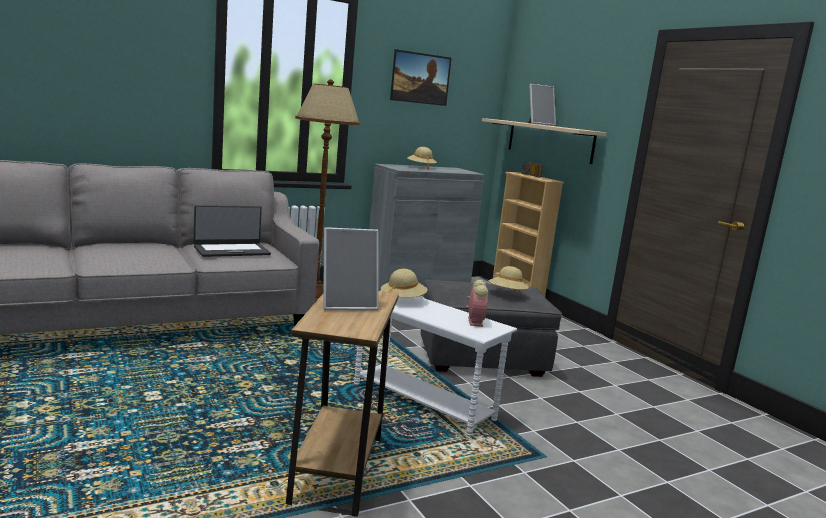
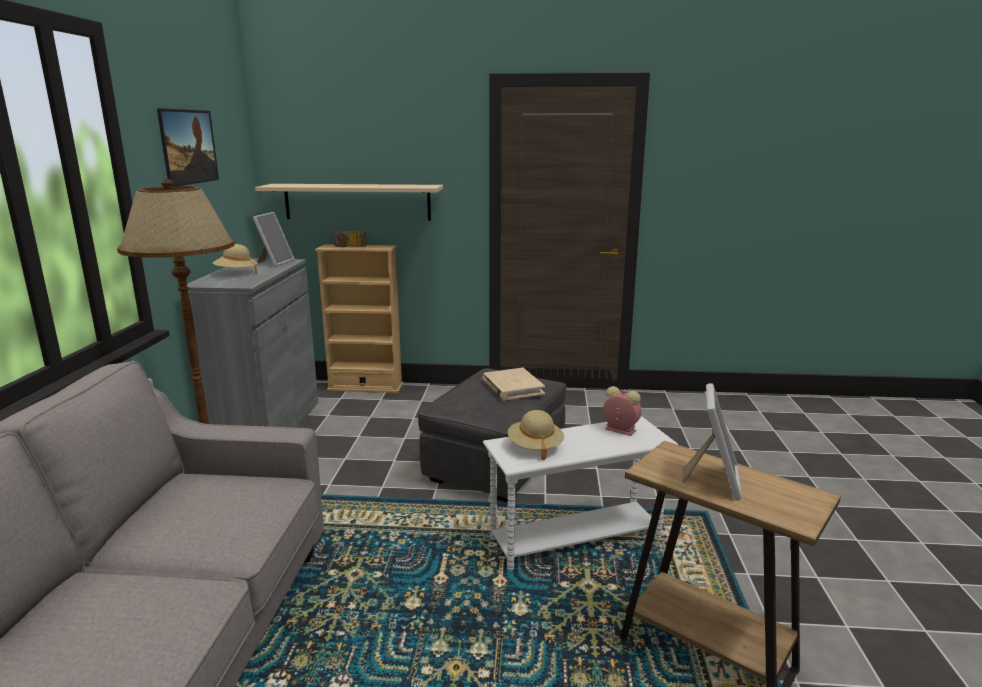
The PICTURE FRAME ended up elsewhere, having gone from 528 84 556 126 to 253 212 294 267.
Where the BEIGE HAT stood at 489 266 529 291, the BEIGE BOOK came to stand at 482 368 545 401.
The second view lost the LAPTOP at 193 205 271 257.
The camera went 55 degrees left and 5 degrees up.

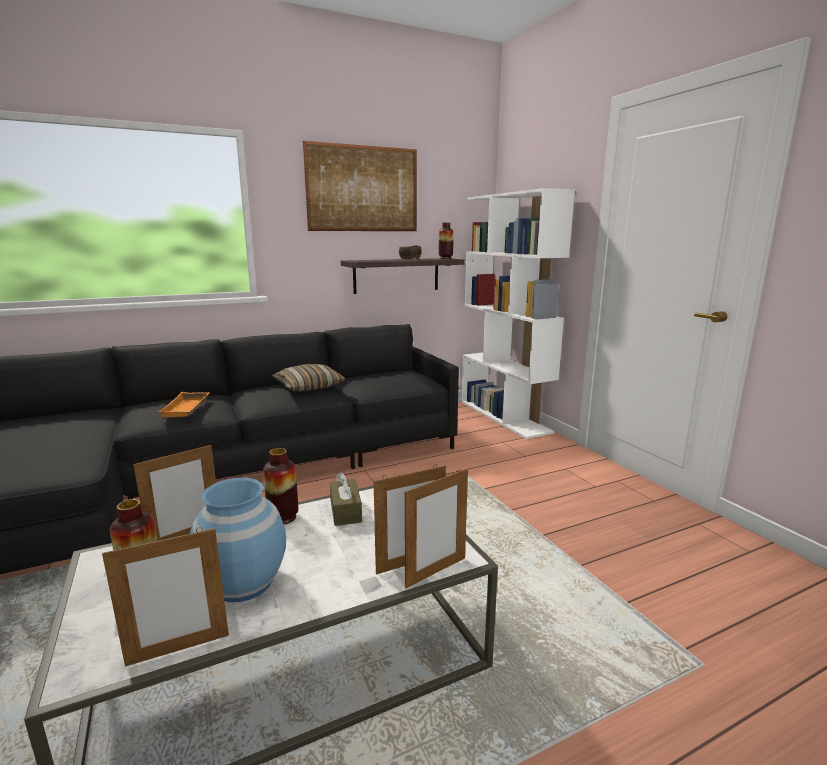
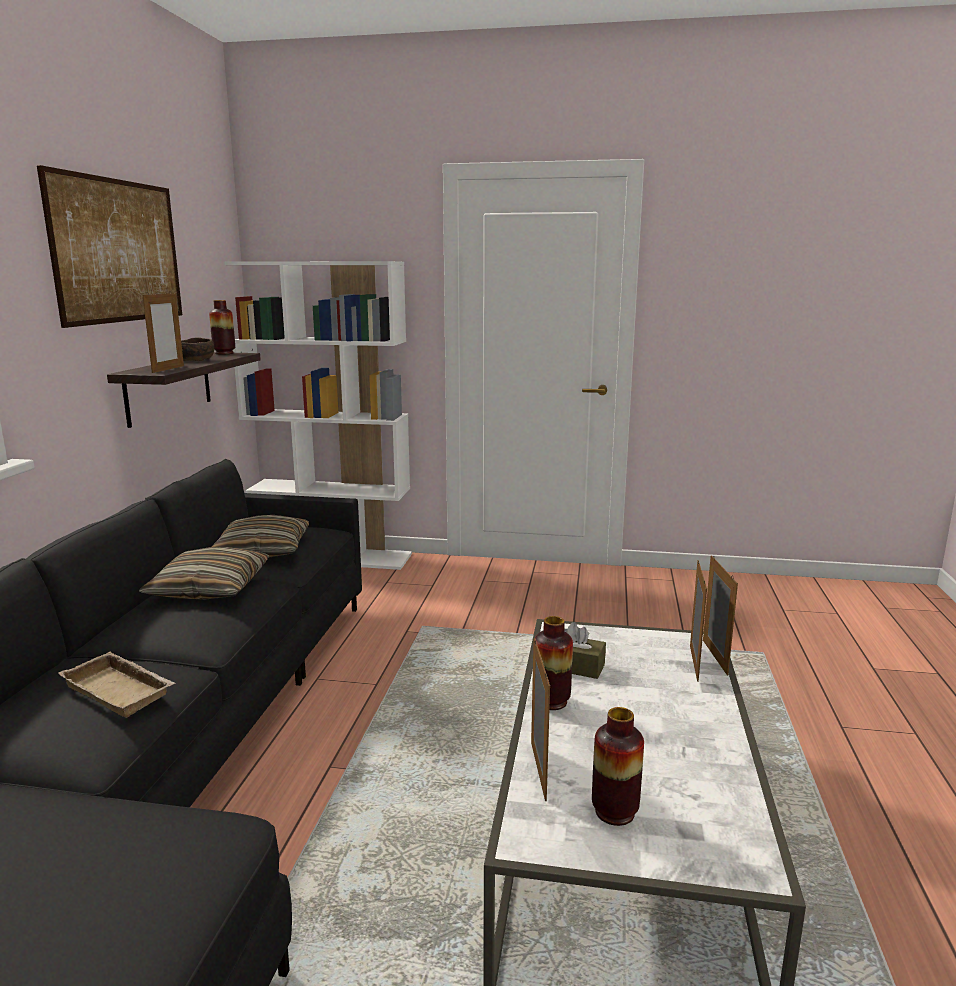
What was the ORANGE TRAY at 158 392 210 418 turned into the BEIGE TRAY at 58 652 175 718.
The PICTURE FRAME ended up elsewhere, having gone from 102 527 229 667 to 143 292 184 373.
The second view gained the PILLOW at 212 515 309 558.
The second view lost the BLUE VASE at 190 478 286 602.
The camera went 55 degrees left and 0 degrees up.

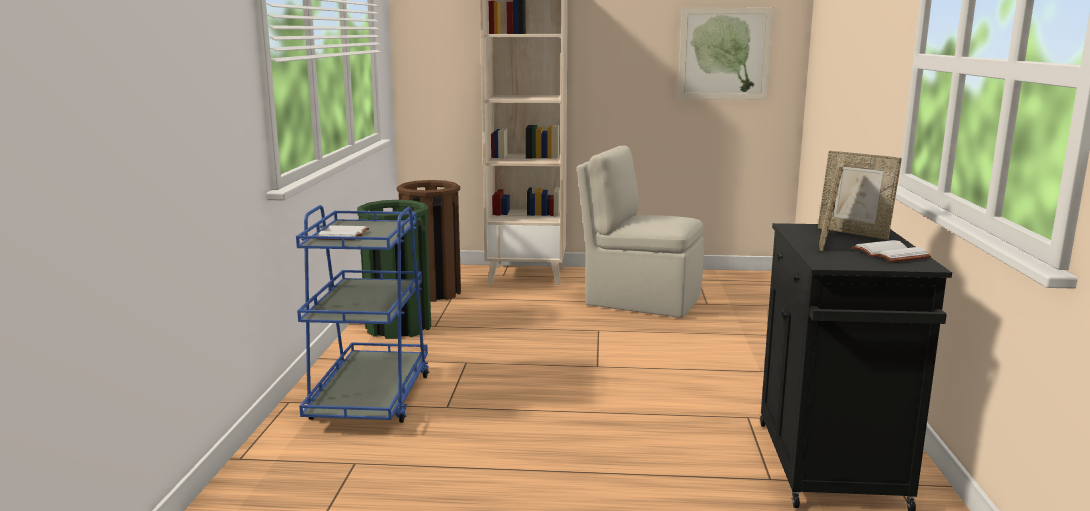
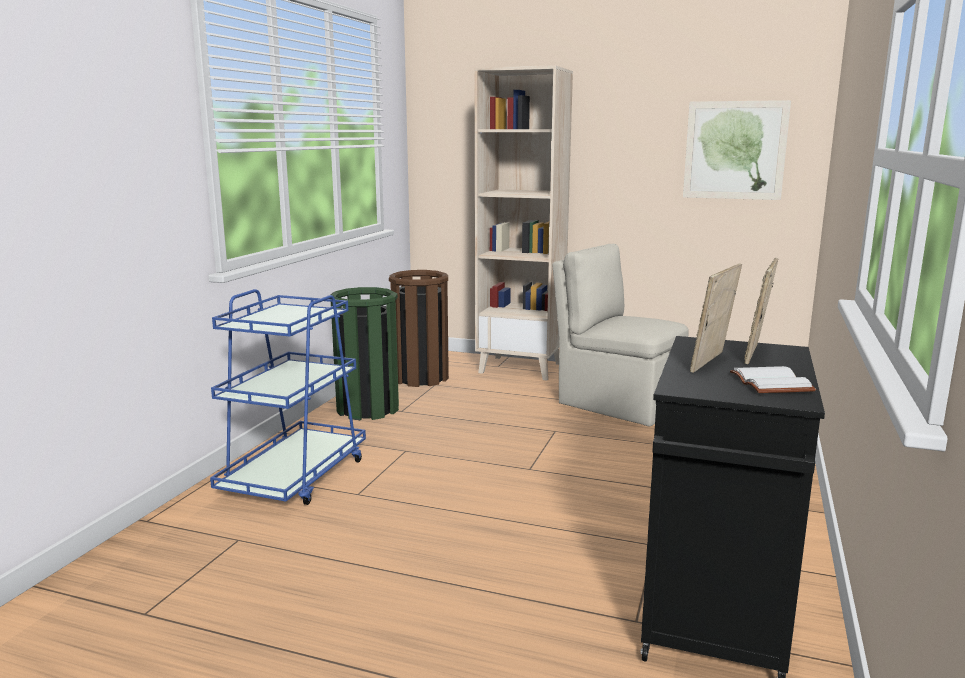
The PICTURE FRAME at 818 151 902 240 ended up facing another way, 60 degrees clockwise from before.
The second view lost the WHITE BOOK at 318 225 369 240.
The camera went 15 degrees right and 0 degrees up.

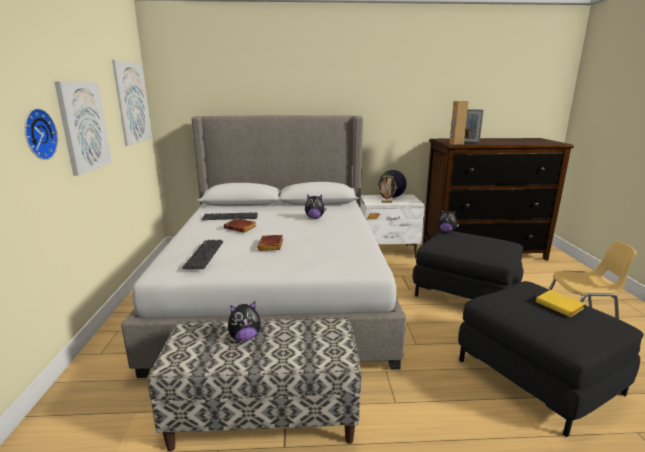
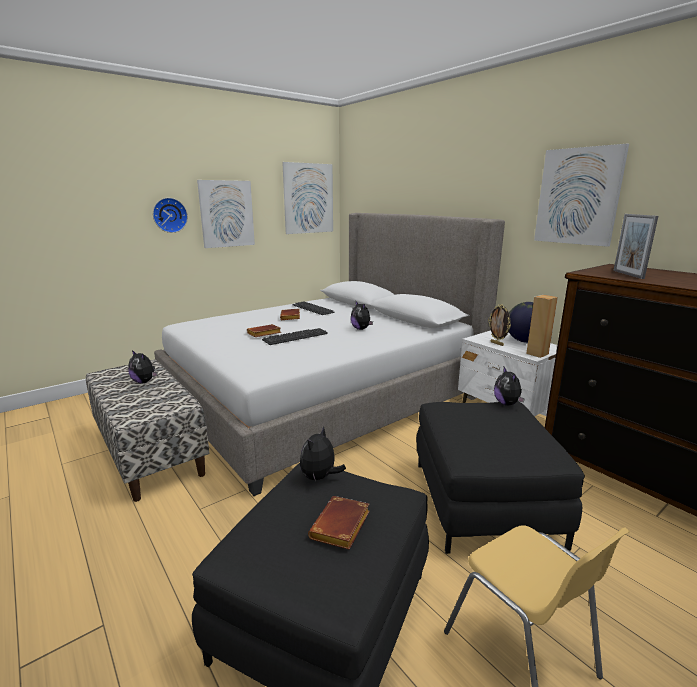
The KEYBOARD ended up elsewhere, having gone from 182 240 223 269 to 262 328 328 345.
The second view gained the PLUSH TOY at 300 426 346 481.
What was the YELLOW BOOK at 536 290 585 317 turned into the BROWN BOOK at 308 496 370 550.
The BROWN SPEAKER ended up elsewhere, having gone from 450 101 469 145 to 526 295 558 358.
The second view gained the PICTURE at 534 144 629 247.
The camera went 55 degrees right and 0 degrees up.

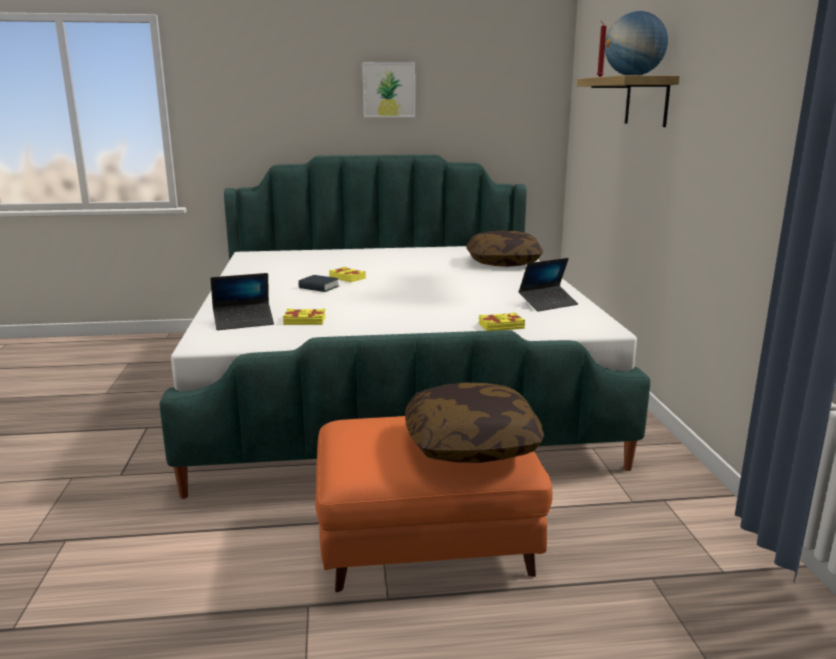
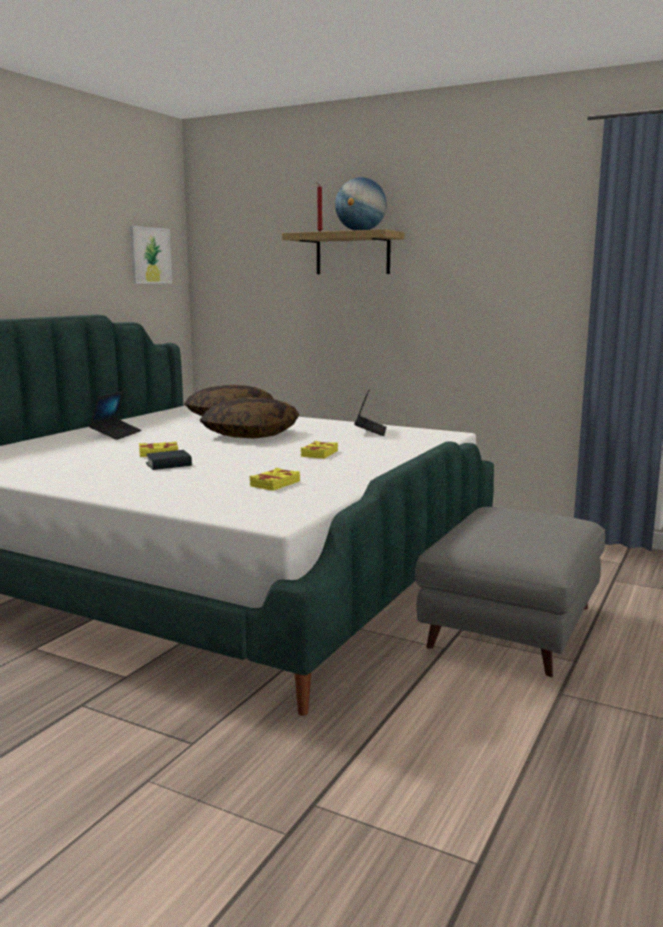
The LAPTOP ended up elsewhere, having gone from 211 273 274 330 to 89 391 142 440.
The PICTURE ended up elsewhere, having gone from 362 62 415 117 to 130 226 172 283.
The PILLOW ended up elsewhere, having gone from 405 383 544 463 to 200 397 300 439.
The YELLOW BOOK ended up elsewhere, having gone from 479 312 525 331 to 300 441 338 459.
What was the ORANGE OTTOMAN at 315 416 553 592 turned into the GREY OTTOMAN at 415 507 605 677.
The camera went 55 degrees left and 5 degrees down.

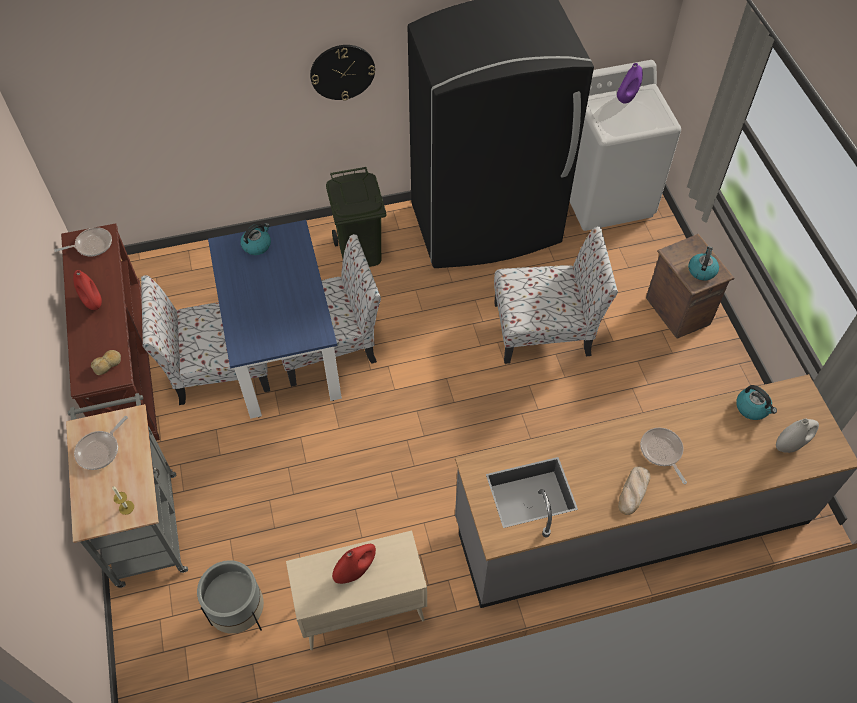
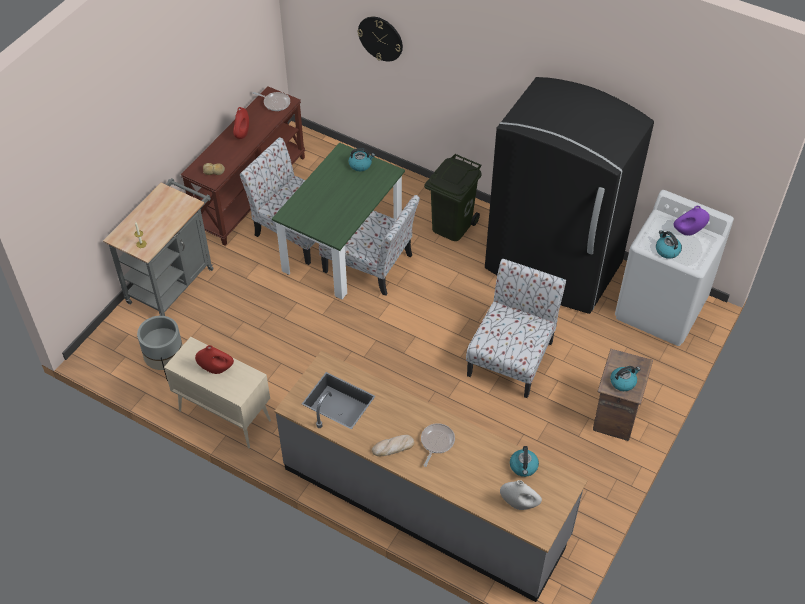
What was the BLUE DINING TABLE at 208 220 342 419 turned into the GREEN DINING TABLE at 272 142 405 299.
The WALL CLOCK ended up elsewhere, having gone from 310 45 375 101 to 357 17 403 61.
The CHAIR at 494 226 618 364 ended up facing another way, 105 degrees counterclockwise from before.
The second view gained the KETTLE at 656 230 682 259.
The second view lost the FRYING PAN at 74 416 128 470.
The camera went 45 degrees right and 5 degrees down.

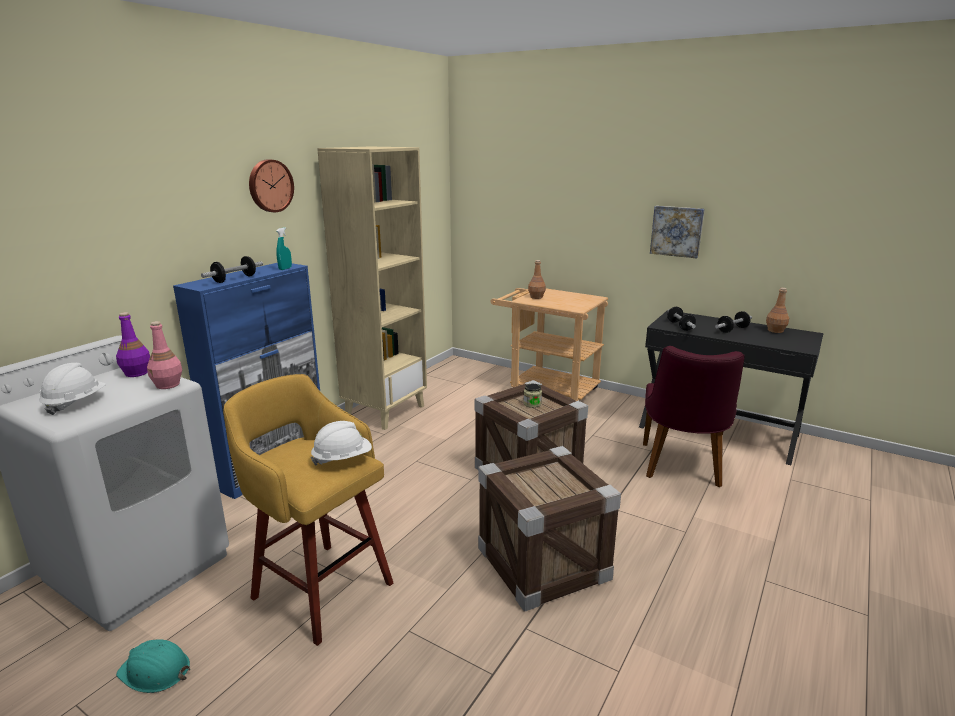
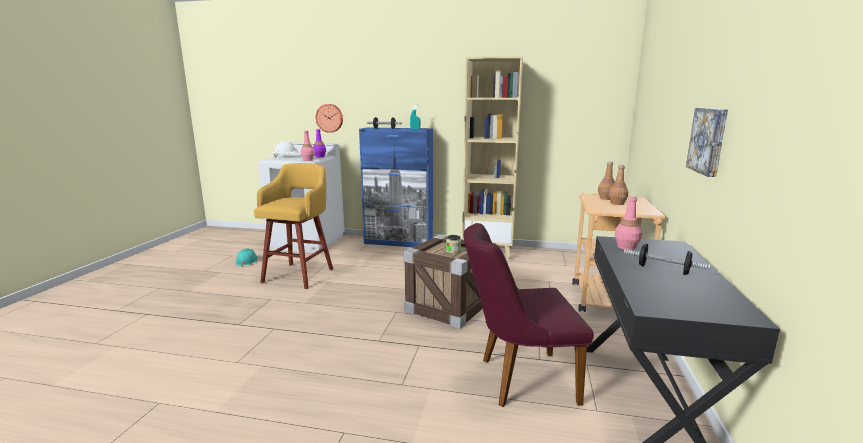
The WALL CLOCK ended up elsewhere, having gone from 249 160 294 212 to 316 104 343 133.
The BROWN BOTTLE ended up elsewhere, having gone from 766 288 789 333 to 608 165 628 205.
Where the DUMBBELL stood at 667 307 696 331, the PINK BOTTLE came to stand at 615 195 642 250.
The second view lost the WHITE HARD HAT at 311 421 372 465.
The second view lost the CRATE at 478 446 621 612.
The camera went 70 degrees right and 5 degrees down.

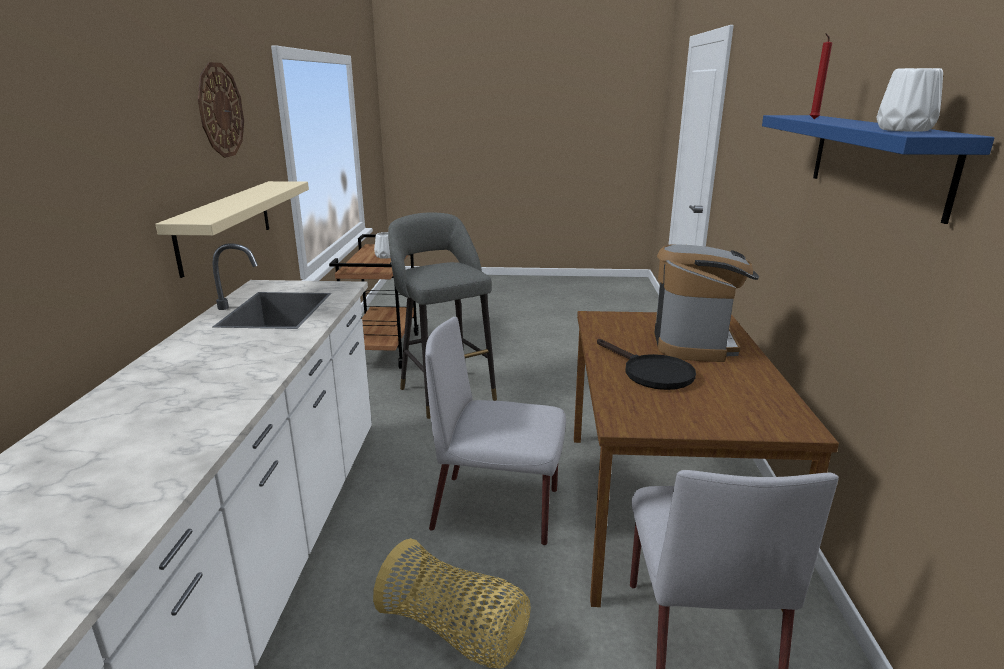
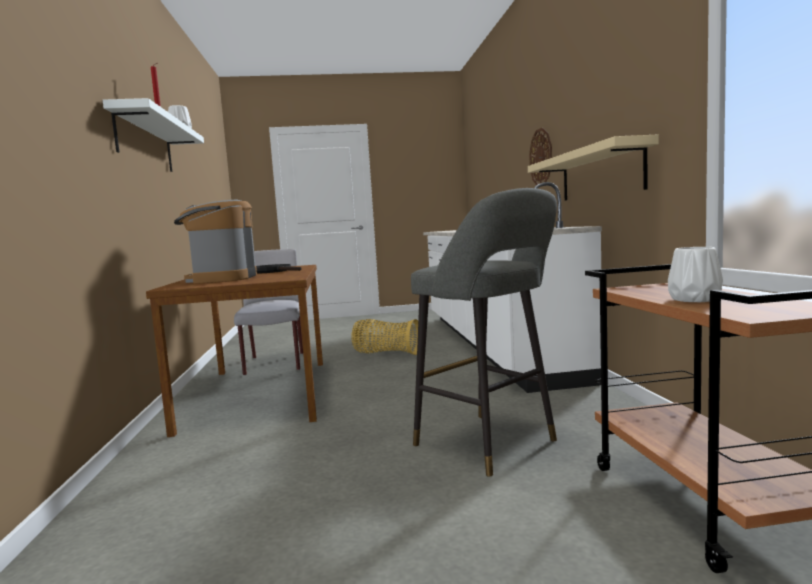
What was the BLUE SHELF at 762 115 995 224 turned into the WHITE SHELF at 103 98 204 172.
The WALL CLOCK ended up elsewhere, having gone from 198 62 244 158 to 529 127 552 185.
The second view lost the GREY CHAIR at 425 317 566 546.
The camera went 170 degrees right and 15 degrees down.

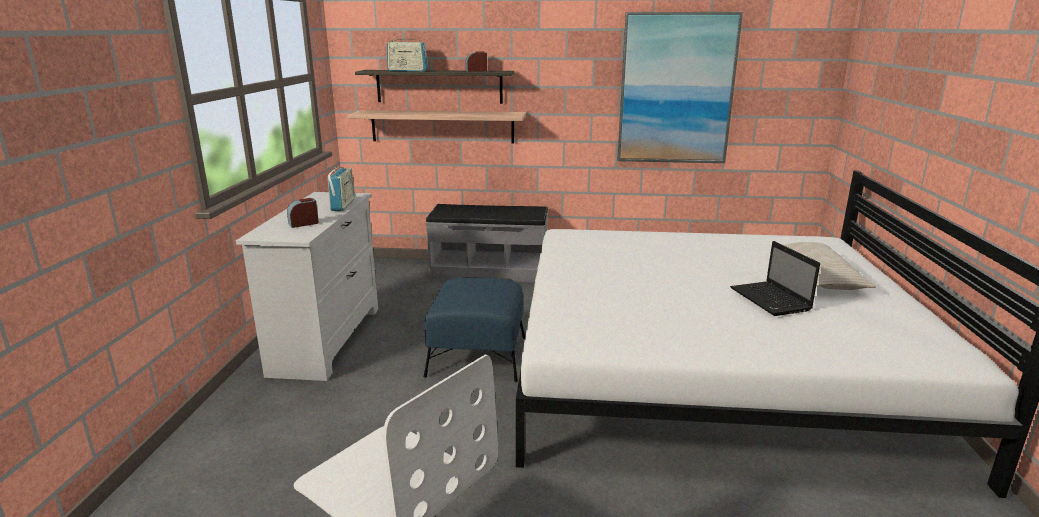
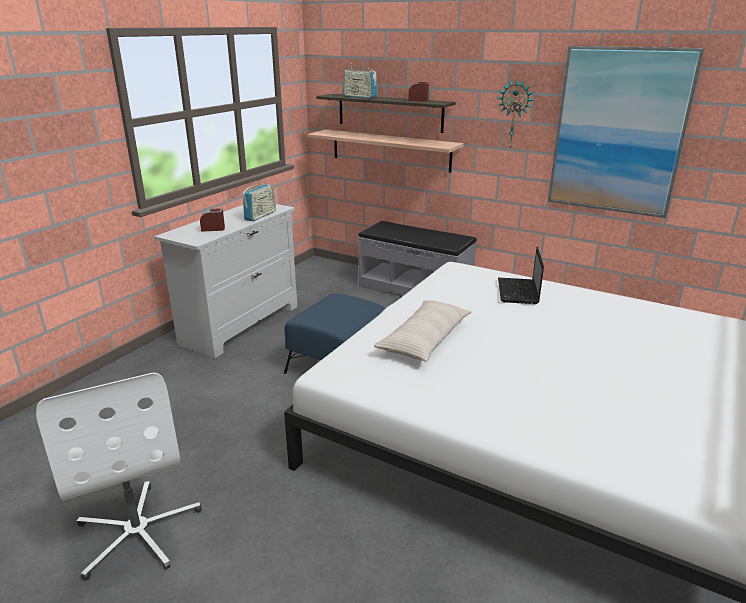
The BEIGE PILLOW ended up elsewhere, having gone from 784 242 876 290 to 374 300 472 362.
The second view gained the WALL CLOCK at 498 78 534 149.
The LAPTOP ended up elsewhere, having gone from 730 241 820 316 to 498 247 544 304.
The camera went 25 degrees right and 5 degrees up.

